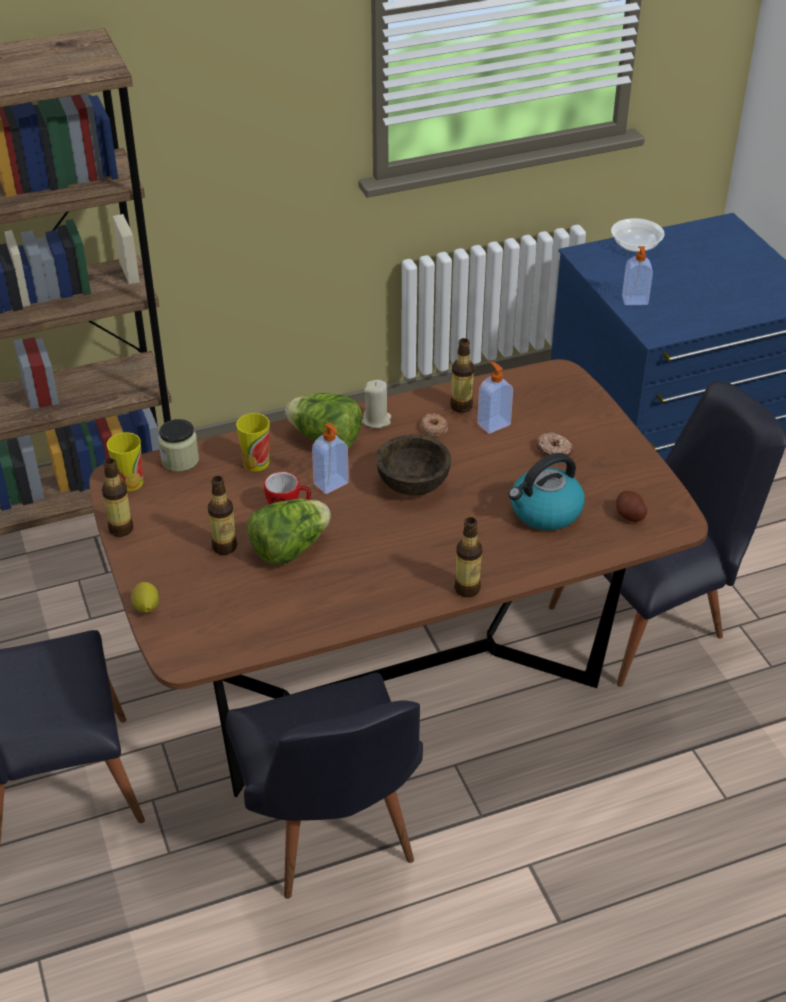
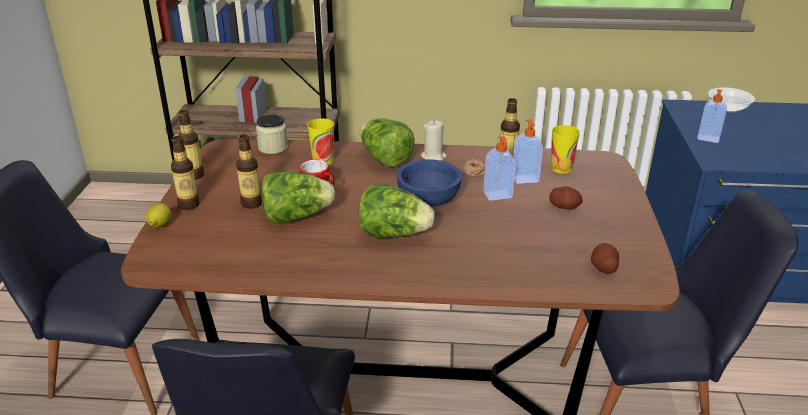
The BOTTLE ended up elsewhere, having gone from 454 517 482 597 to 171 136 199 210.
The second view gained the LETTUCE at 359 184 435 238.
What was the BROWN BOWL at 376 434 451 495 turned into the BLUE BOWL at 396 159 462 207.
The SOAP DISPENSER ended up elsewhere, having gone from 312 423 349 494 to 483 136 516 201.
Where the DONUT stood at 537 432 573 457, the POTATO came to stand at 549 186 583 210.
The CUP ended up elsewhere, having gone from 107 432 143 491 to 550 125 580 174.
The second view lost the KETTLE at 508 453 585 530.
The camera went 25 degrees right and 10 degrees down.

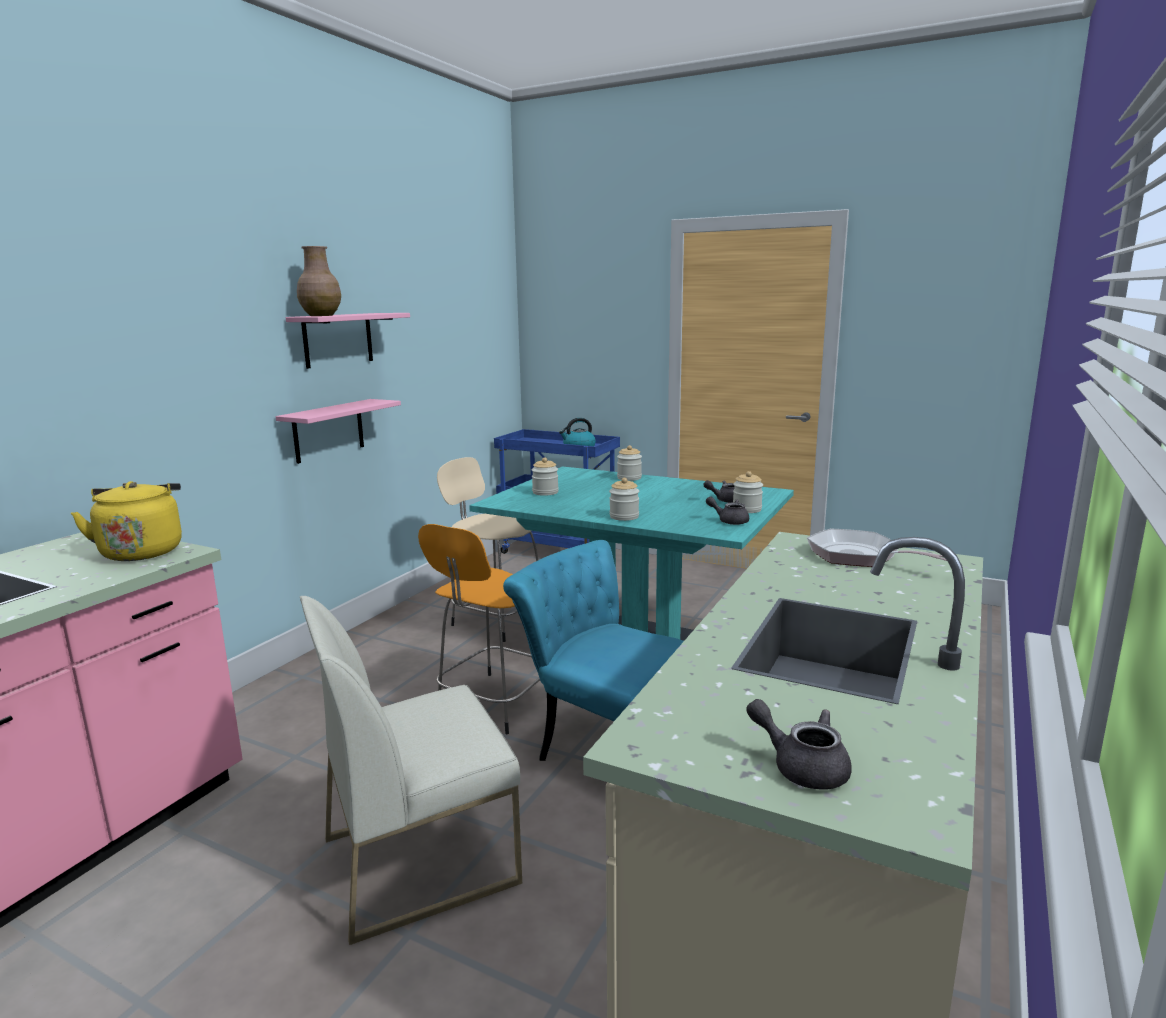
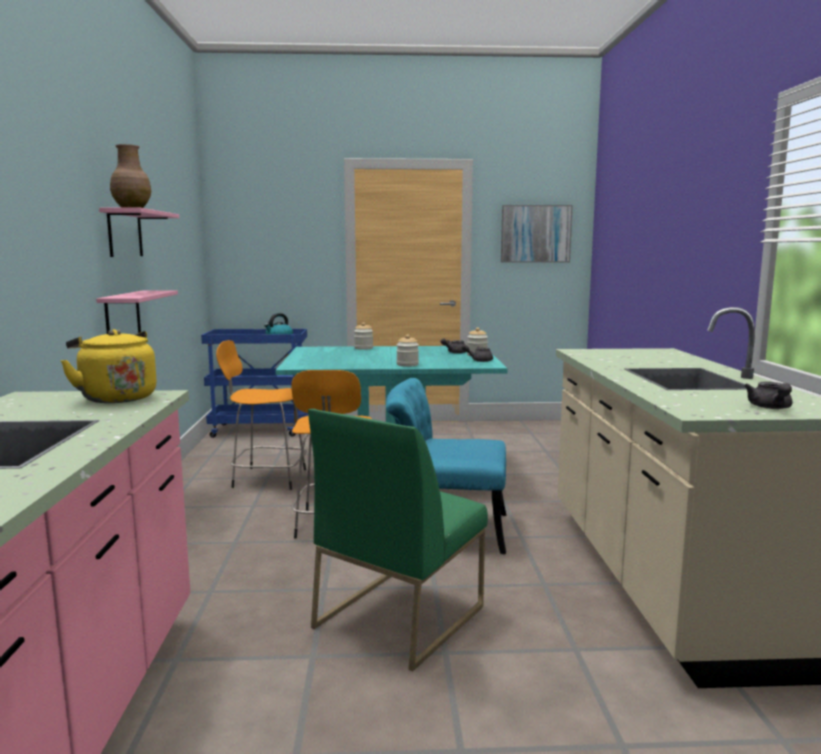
What was the BEIGE STOOL at 437 457 538 642 turned into the ORANGE STOOL at 216 340 307 490.
What was the WHITE CHAIR at 300 596 522 945 turned into the GREEN CHAIR at 308 409 488 671.
The second view gained the PICTURE at 501 205 573 262.
The GREY TEAPOT at 746 699 852 790 ended up facing another way, 90 degrees counterclockwise from before.
The second view lost the JAR at 532 458 559 496.
The second view lost the FRYING PAN at 807 529 947 567.
The camera went 30 degrees left and 5 degrees down.

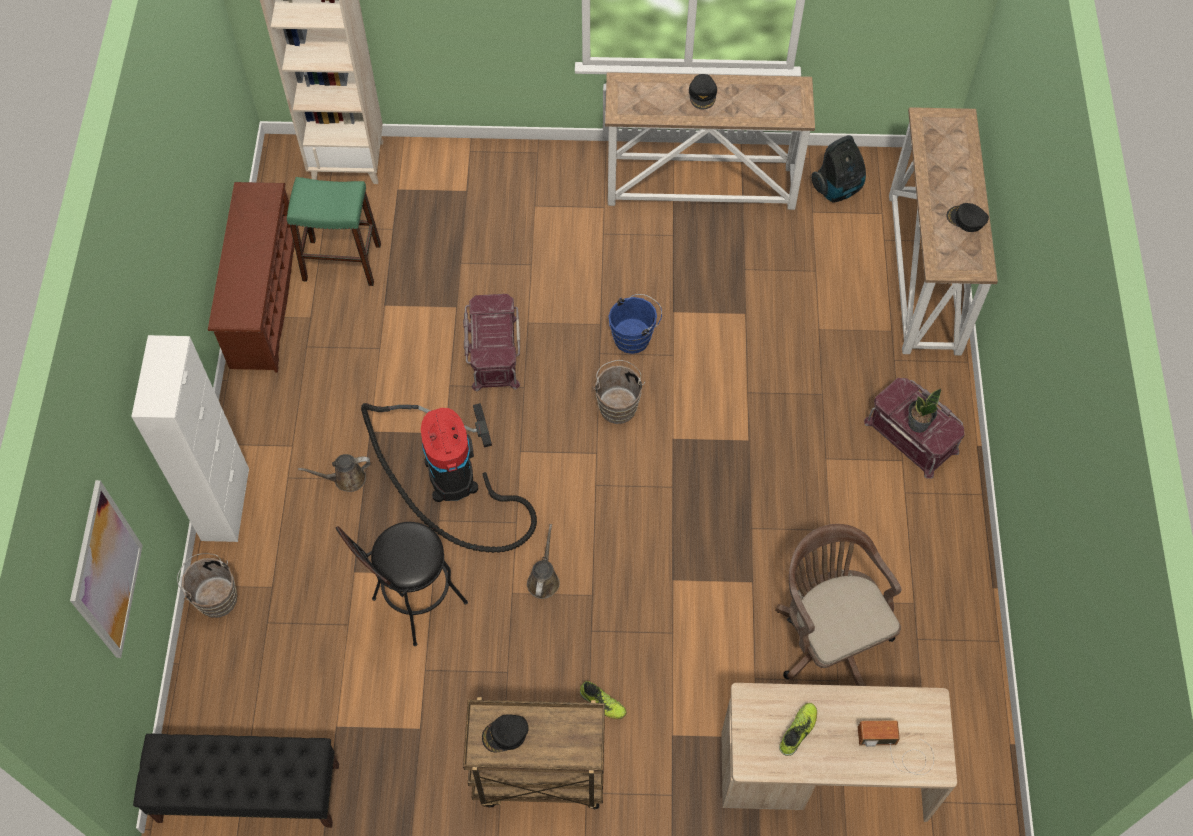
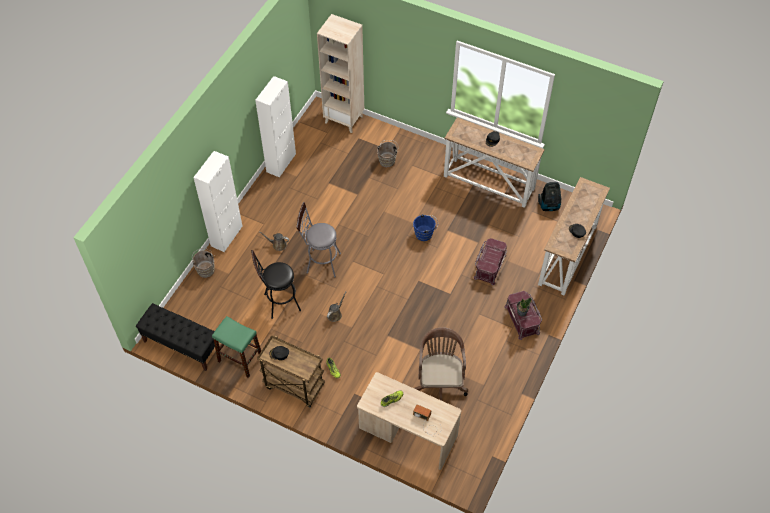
The GREEN STOOL ended up elsewhere, having gone from 287 177 381 286 to 212 316 261 378.
Where the BROWN SHOE RACK stood at 208 182 295 373, the WHITE CABINET came to stand at 255 76 296 178.
Where the VACUUM CLEANER stood at 361 403 537 553, the GREY STOOL came to stand at 296 202 341 277.
The BROWN BUCKET ended up elsewhere, having gone from 593 360 645 424 to 377 140 399 167.
The RED STORAGE BOX ended up elsewhere, having gone from 463 294 520 391 to 474 238 507 285.
The second view lost the PICTURE at 70 480 143 658.
The camera went 25 degrees right and 5 degrees down.

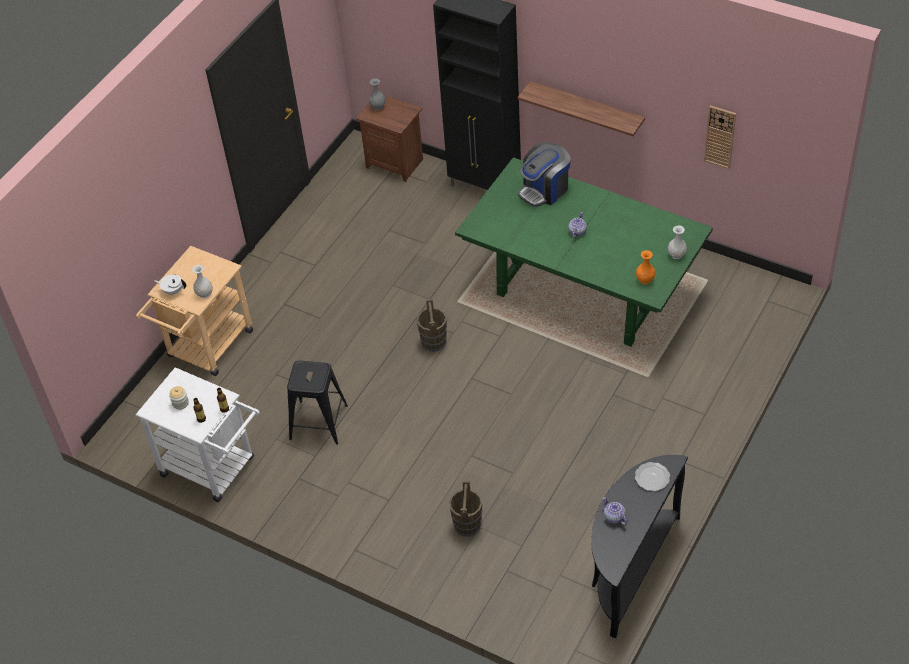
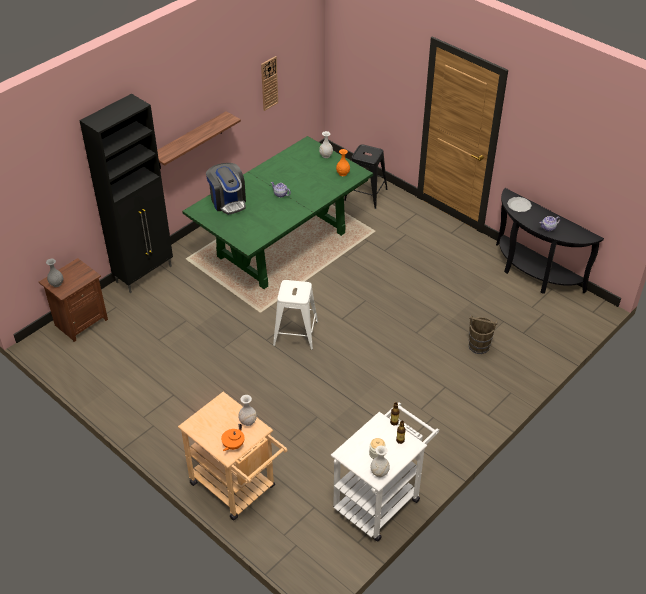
What was the WHITE TEAPOT at 154 274 186 295 turned into the ORANGE TEAPOT at 221 424 244 451.
Where the BROWN BUCKET stood at 417 299 447 352, the WHITE STOOL came to stand at 273 280 318 350.
The BLACK STOOL ended up elsewhere, having gone from 287 361 348 445 to 344 144 388 209.
The second view gained the WHITE VASE at 371 446 390 477.
The camera went 80 degrees left and 5 degrees down.

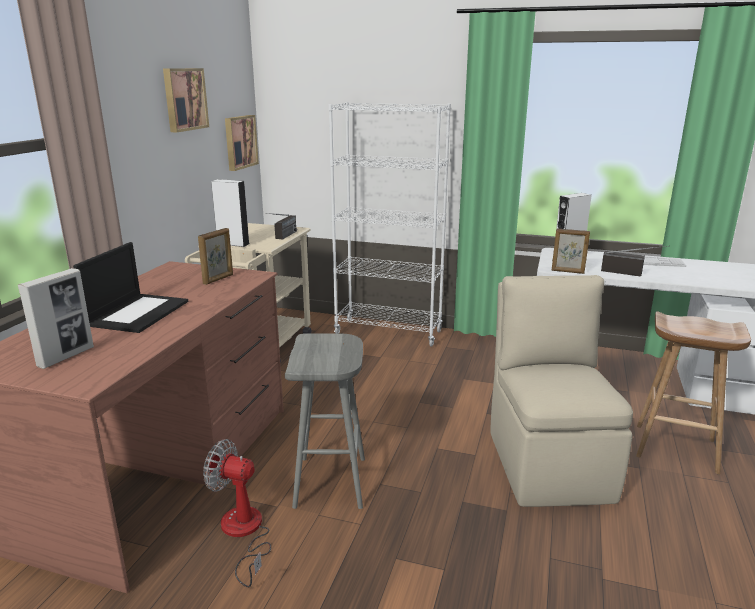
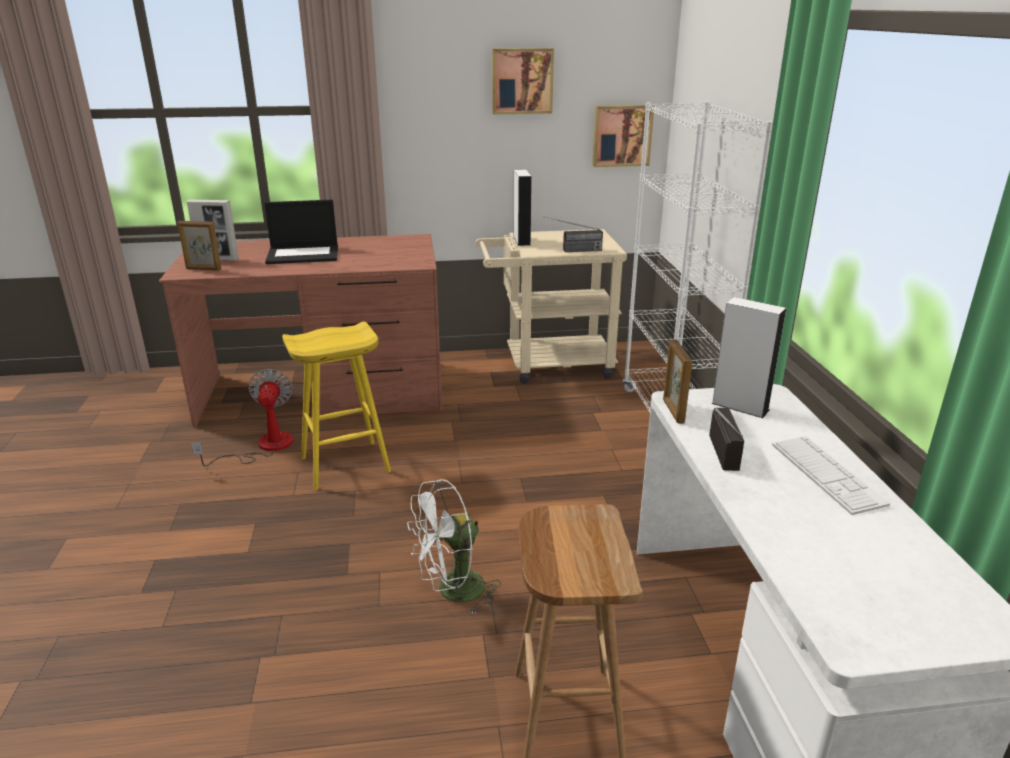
The PICTURE FRAME ended up elsewhere, having gone from 198 228 233 285 to 177 221 221 270.
What was the GREY STOOL at 285 333 365 509 turned into the YELLOW STOOL at 282 322 391 490.
Where the BEIGE CHAIR stood at 490 275 633 507, the WHITE FAN came to stand at 407 479 501 613.
The camera went 65 degrees right and 5 degrees up.

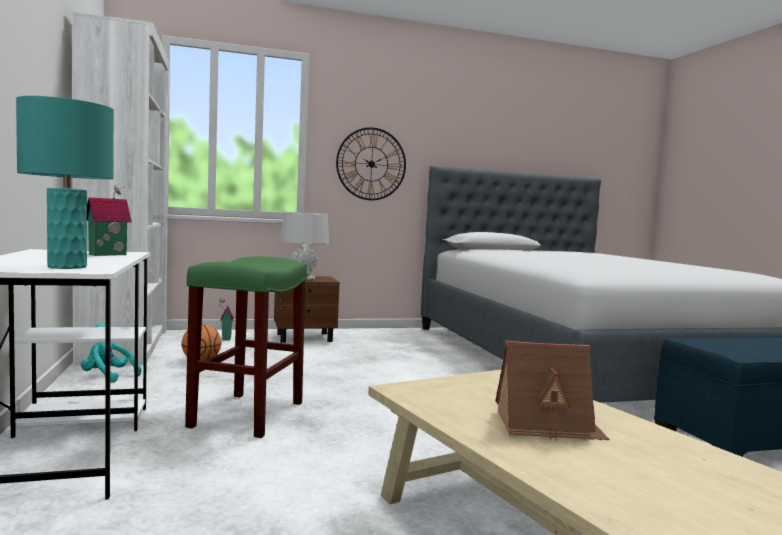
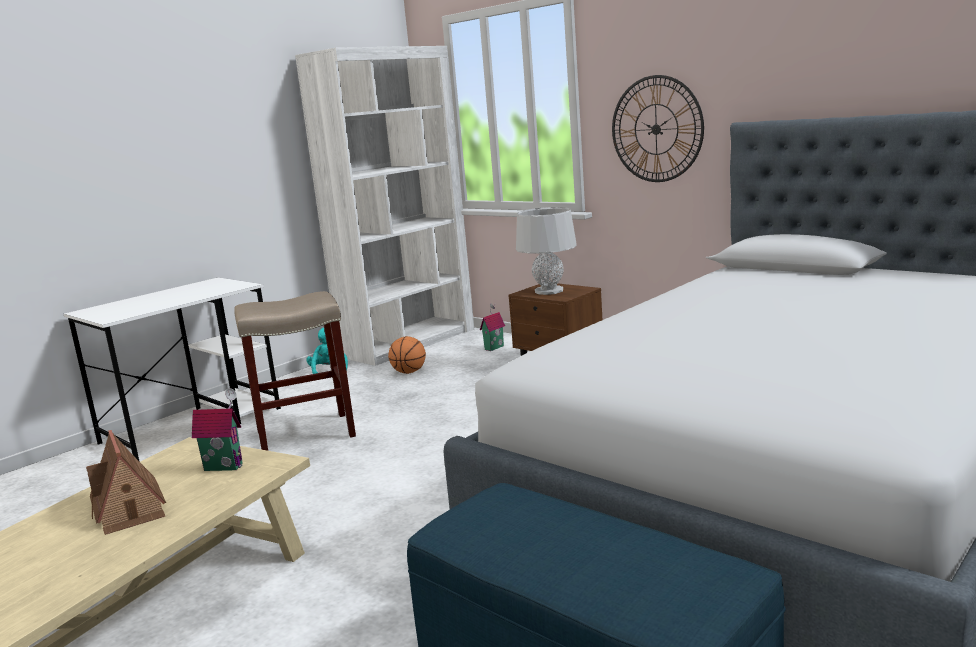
The TOY HOUSE ended up elsewhere, having gone from 87 185 132 256 to 192 388 243 471.
What was the GREEN STOOL at 185 256 307 438 turned into the BEIGE STOOL at 234 291 356 451.
The second view lost the TURQUOISE TABLE LAMP at 16 96 114 269.
The camera went 60 degrees right and 10 degrees up.

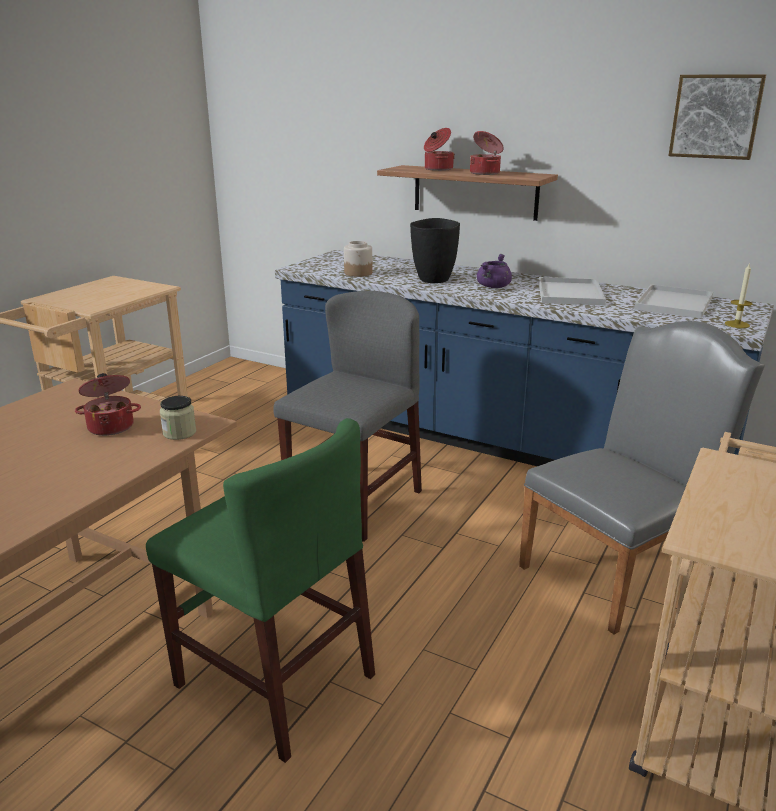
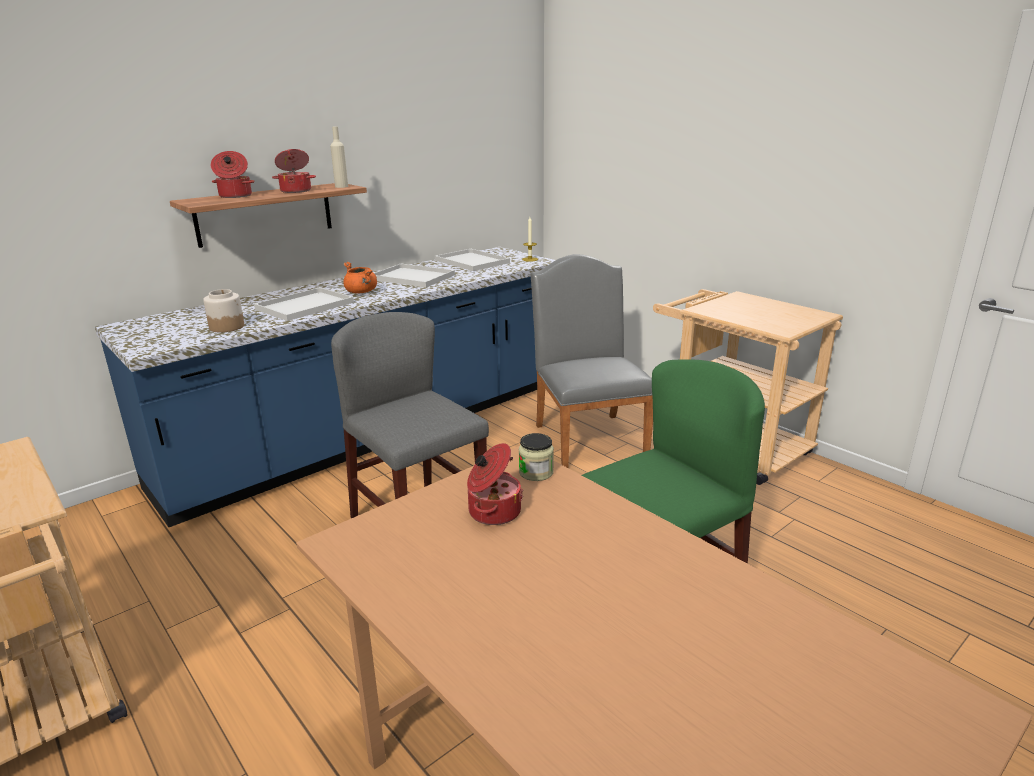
Where the BLACK VASE stood at 410 218 460 283, the WHITE TRAY came to stand at 254 287 354 321.
The second view gained the BEIGE BOTTLE at 330 126 348 188.
What was the PURPLE COOKING POT at 477 254 512 288 turned into the ORANGE COOKING POT at 343 262 377 293.
The second view lost the PICTURE at 668 75 766 160.
The camera went 70 degrees left and 0 degrees up.

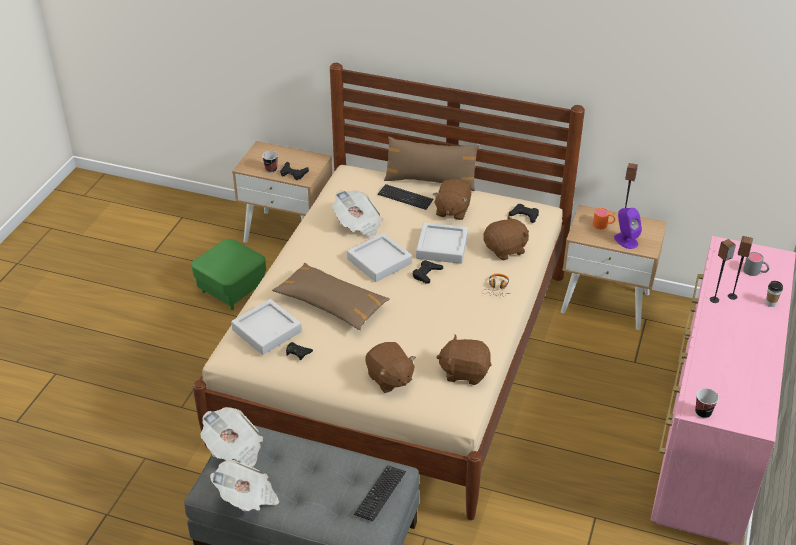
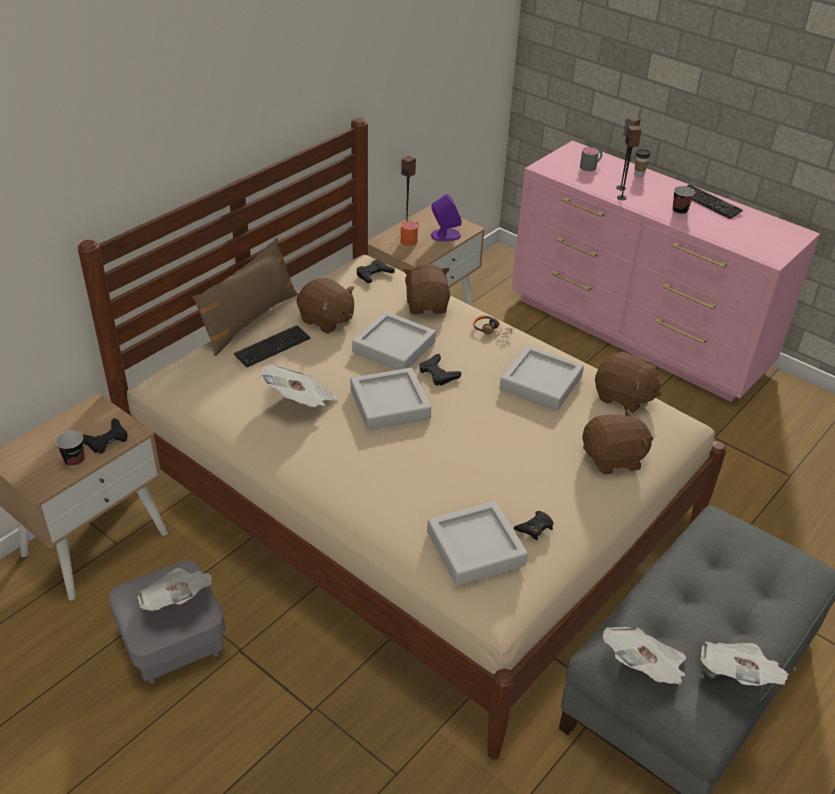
What was the GREEN OTTOMAN at 192 239 266 310 turned into the GREY OTTOMAN at 108 560 225 684.
The second view gained the NEWSPAPER at 138 568 212 611.
The second view gained the GREY TRAY at 500 345 584 411.
The BROWN PLUSH TOY at 436 335 492 385 ended up facing another way, 90 degrees counterclockwise from before.
The CUP ended up elsewhere, having gone from 695 388 719 419 to 673 186 695 215.
The KEYBOARD ended up elsewhere, having gone from 354 465 406 521 to 686 184 743 219.
The second view lost the BROWN PILLOW at 272 263 390 330.
The camera went 70 degrees left and 0 degrees up.

